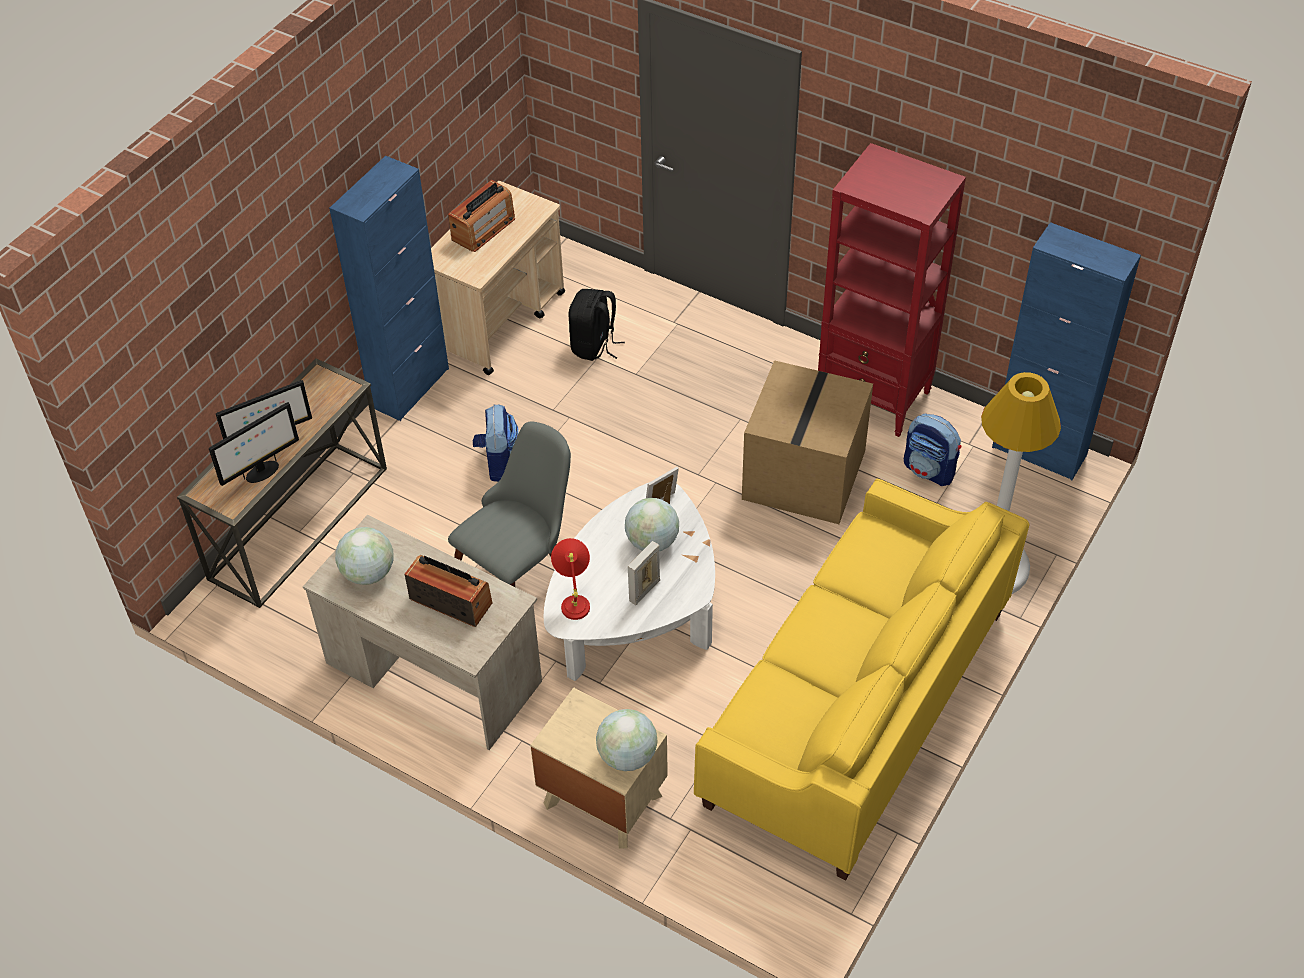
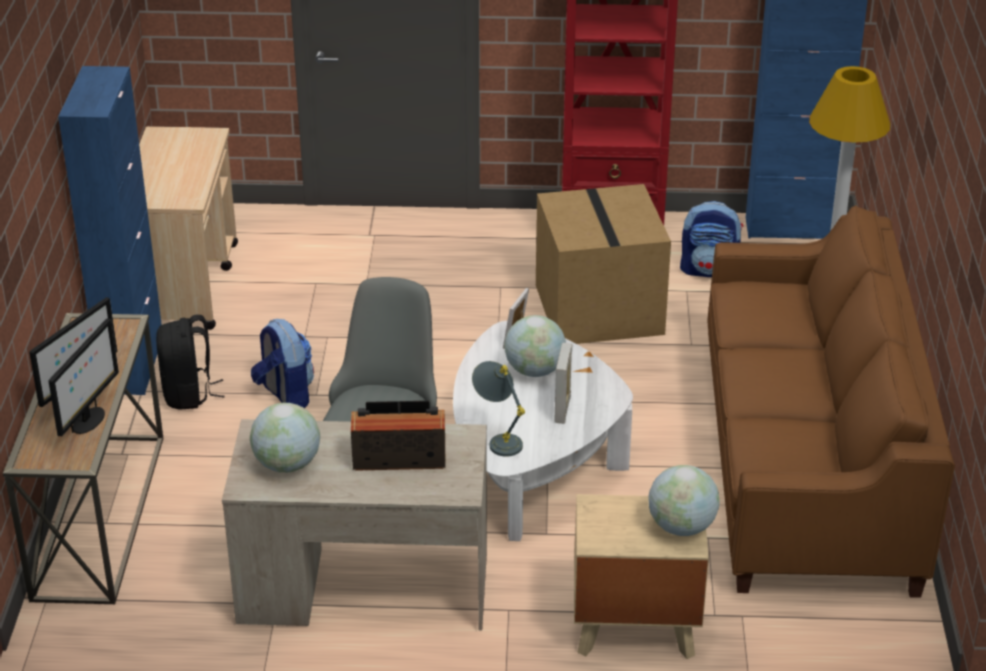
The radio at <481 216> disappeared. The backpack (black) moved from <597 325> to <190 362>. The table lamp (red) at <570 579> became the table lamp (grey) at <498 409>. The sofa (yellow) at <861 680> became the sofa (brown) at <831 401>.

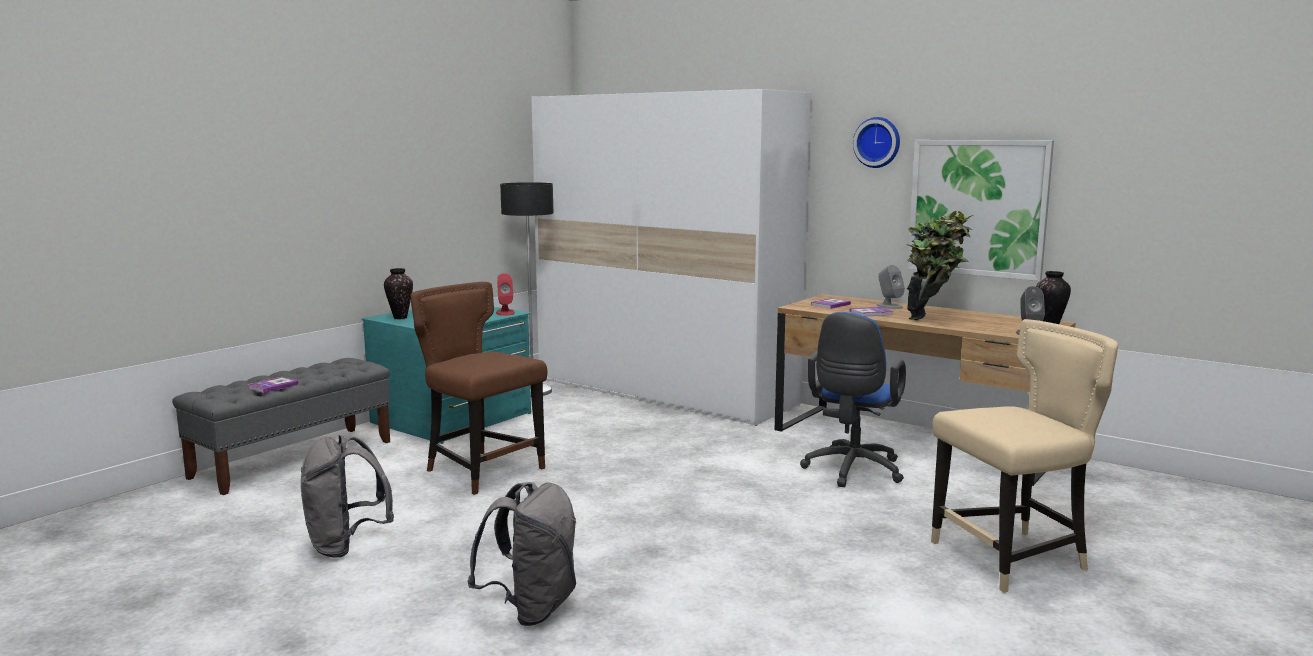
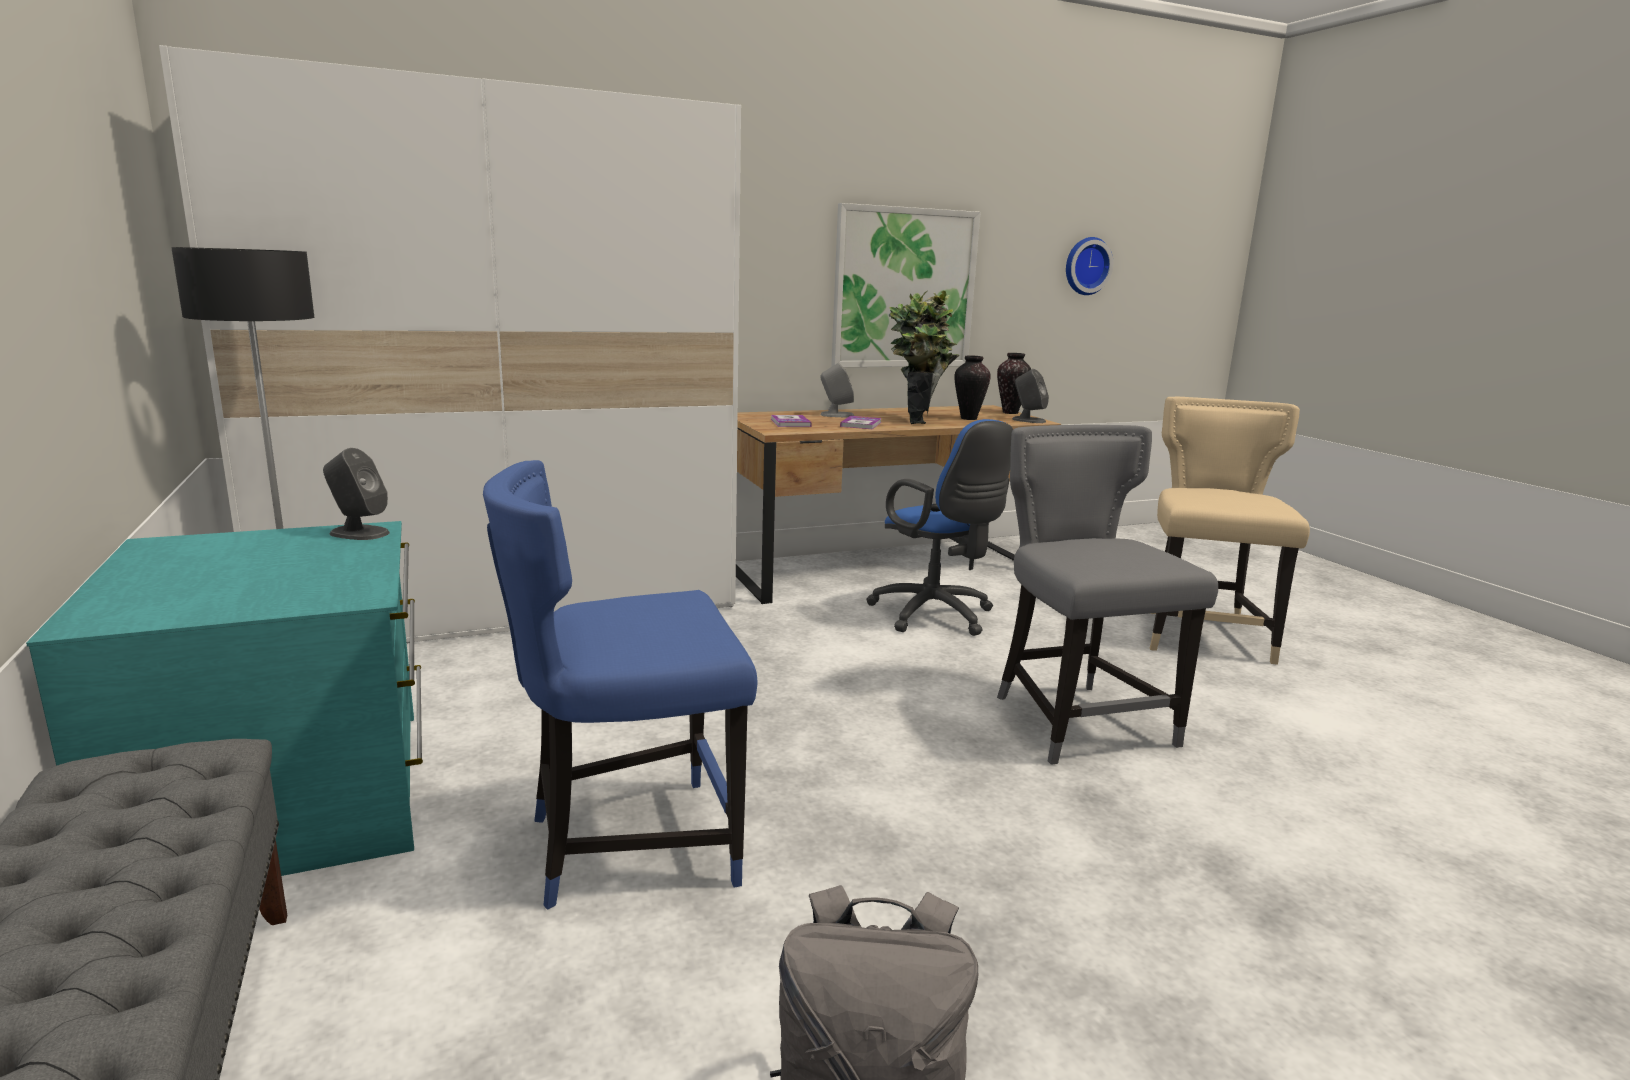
The book at <272 385> disappeared. The backpack (grey) at <521 554> disappeared. The chair (grey) at <1107 595> appeared. The vase moved from <398 293> to <972 388>. The wall clock moved from <876 142> to <1089 266>. The chair (brown) at <479 388> became the chair (blue) at <620 685>. The speaker (red) at <505 294> became the speaker (grey) at <356 494>.

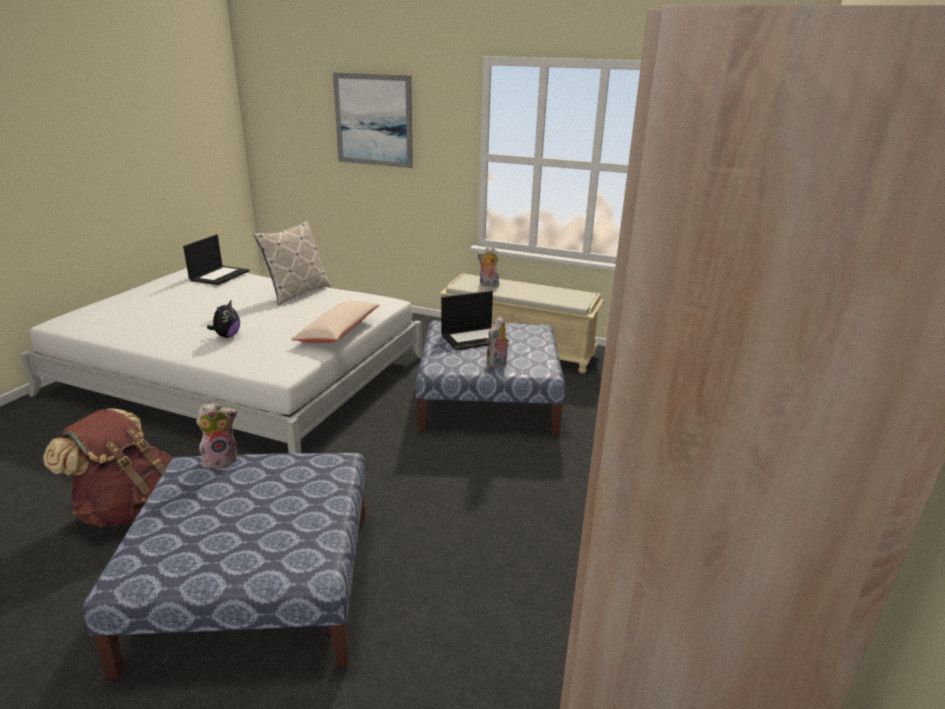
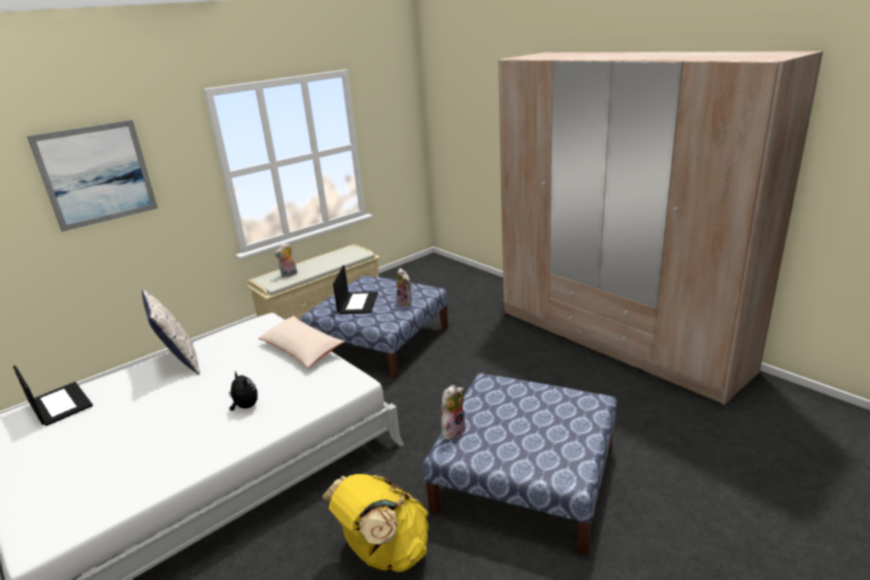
The backpack (brown) at <107 467> became the backpack (yellow) at <375 523>. The plush toy at <216 435> turned 45 degrees clockwise.

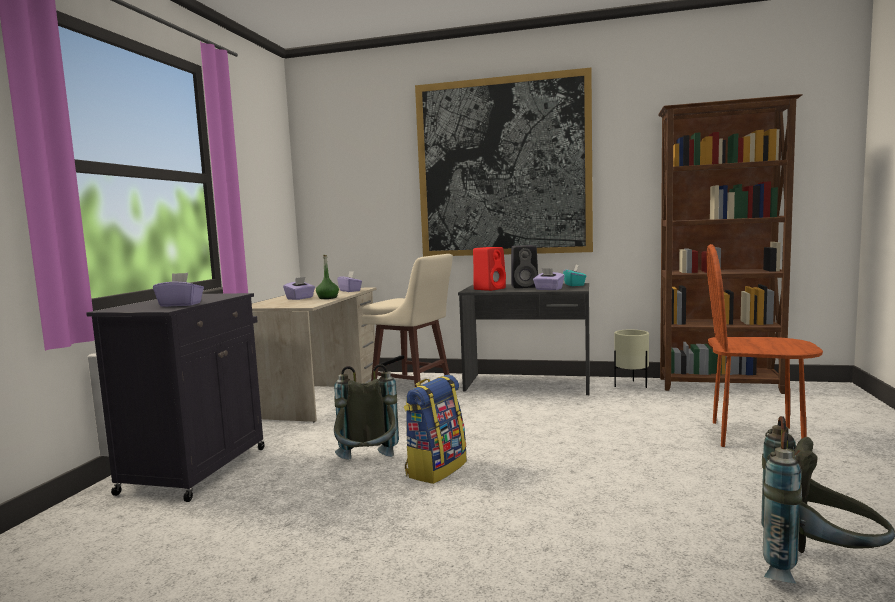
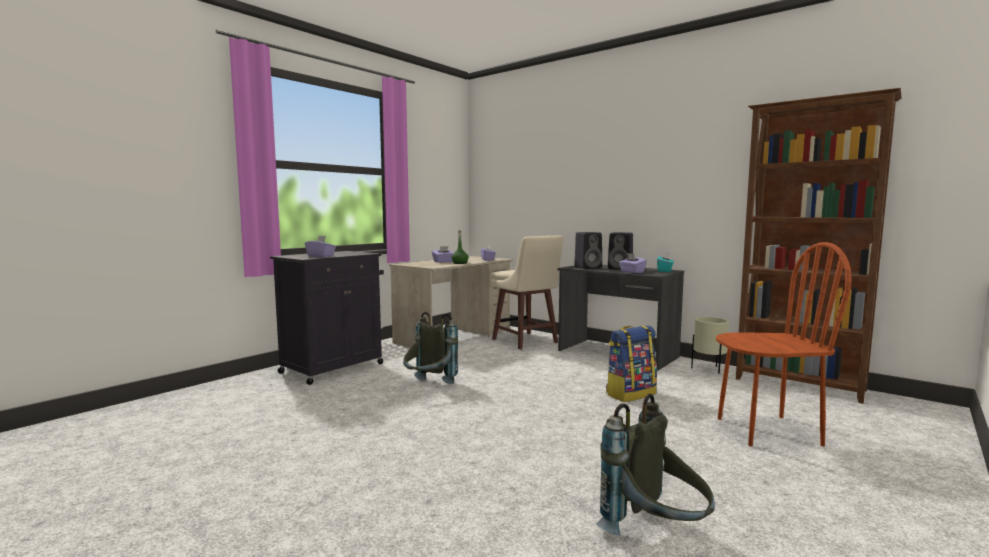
The picture at <504 162> disappeared. The backpack moved from <435 429> to <631 363>. The speaker (red) at <489 269> became the speaker (black) at <588 250>. The chair (brown) at <764 345> turned 135 degrees clockwise.

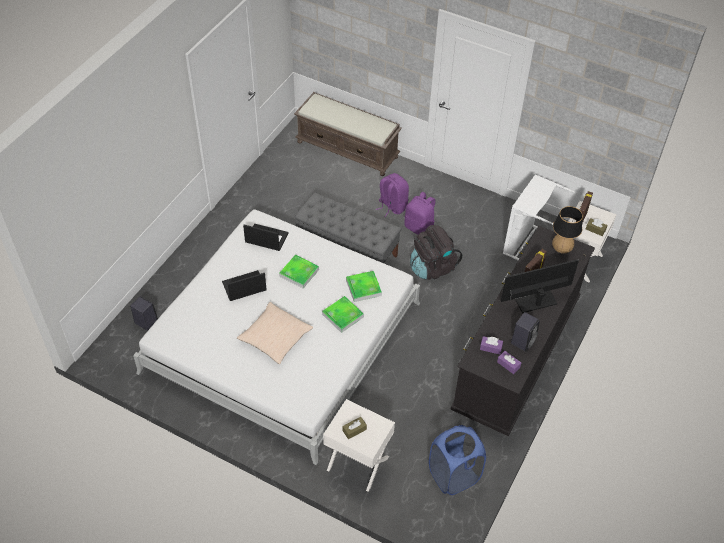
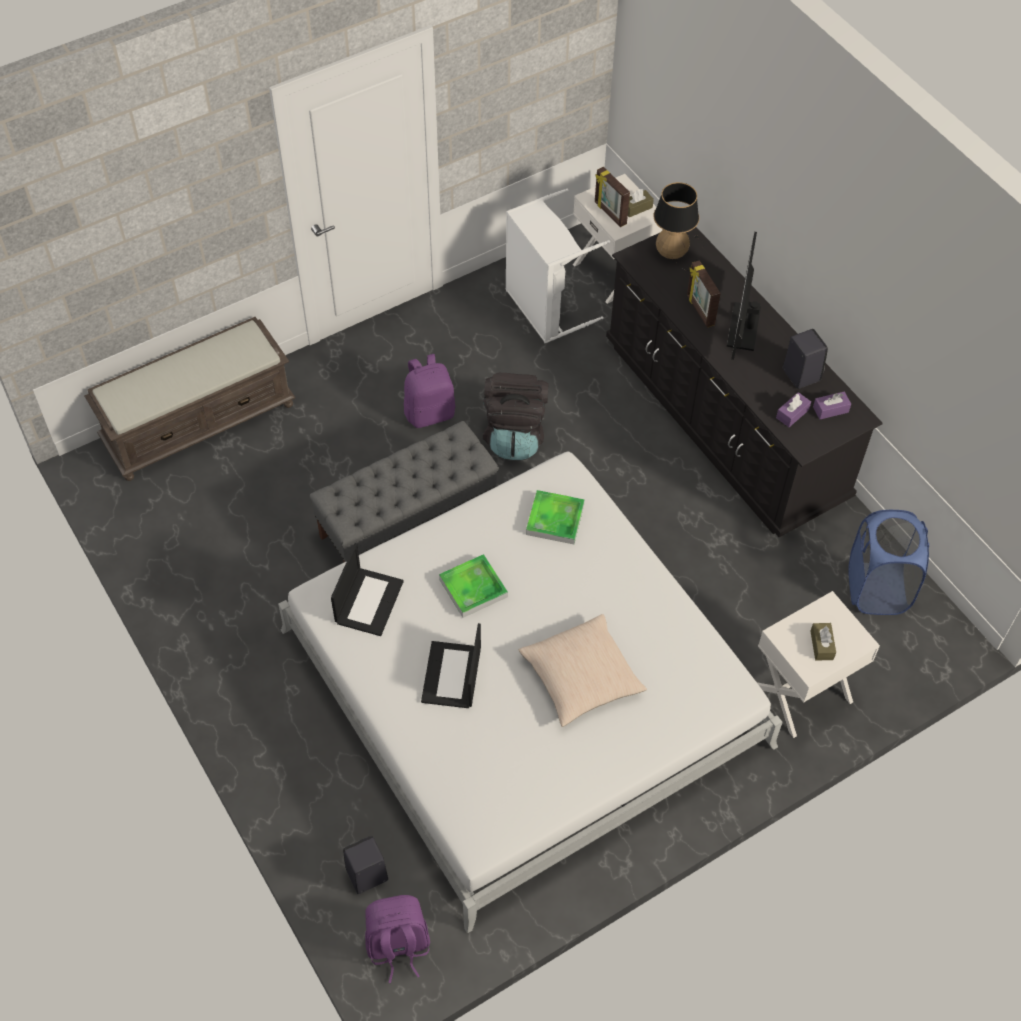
The tray at <343 314> disappeared. The backpack (purple) moved from <392 195> to <397 939>. The laptop at <266 237> turned 150 degrees clockwise.

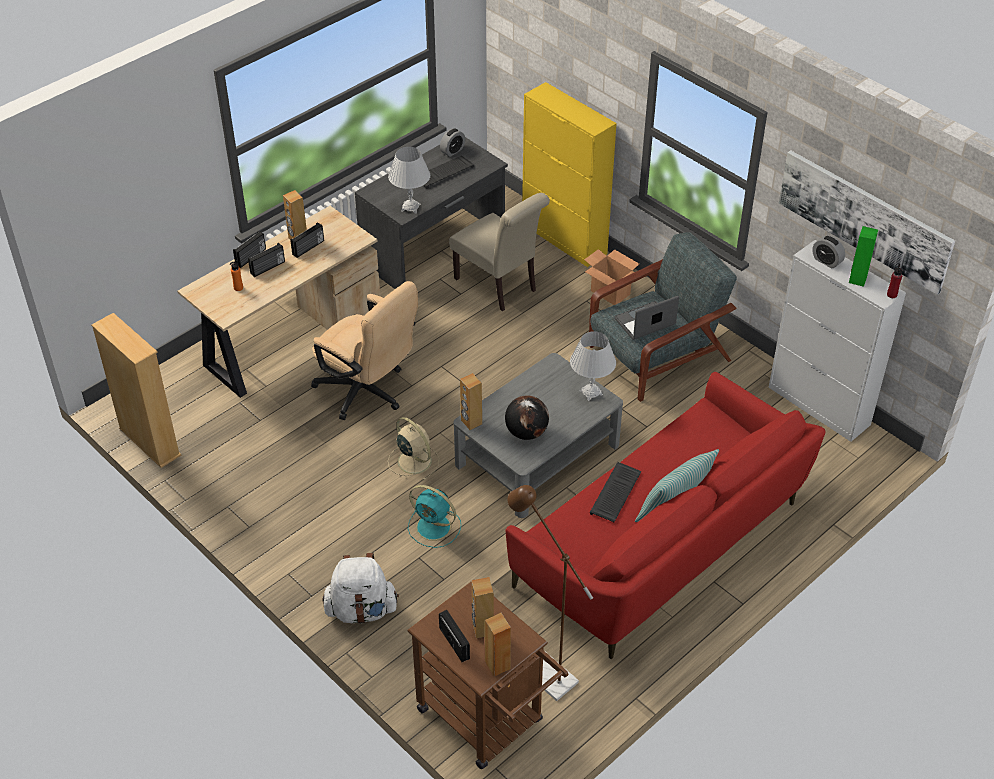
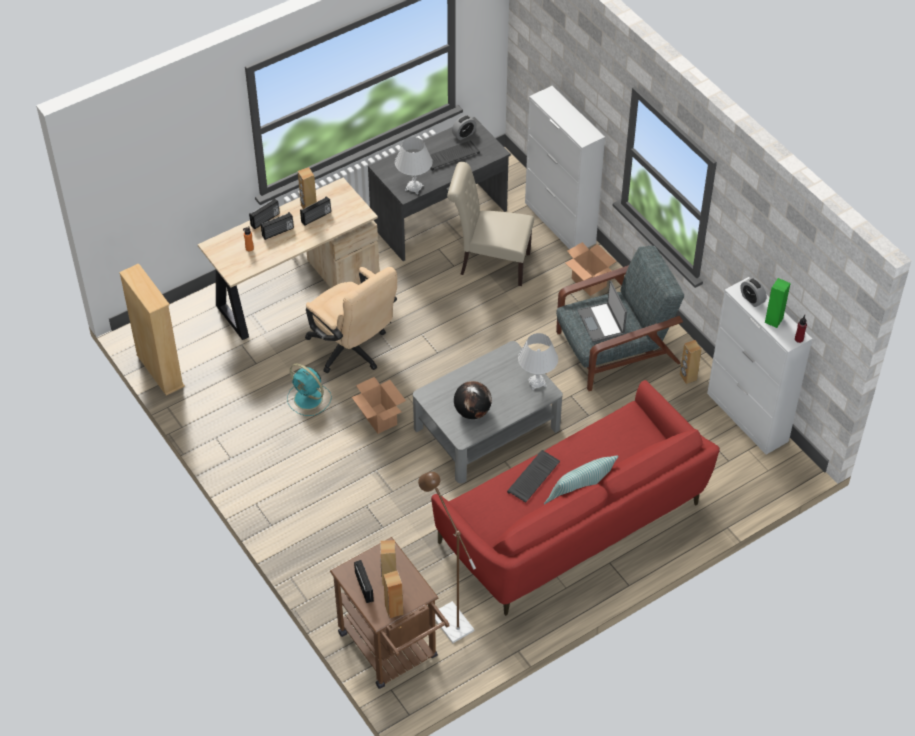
The backpack (white) at <360 588> disappeared. The picture at <867 222> disappeared. The fan (turquoise) moved from <434 516> to <309 389>. The speaker (brown) moved from <471 401> to <691 362>. The fan (beige) at <413 449> was replaced by the cardboard box at <379 405>. The cabinet (yellow) at <569 174> became the cabinet (white) at <565 167>. The chair (beige) at <499 252> turned 135 degrees clockwise. The laptop at <647 318> turned 90 degrees counterclockwise.

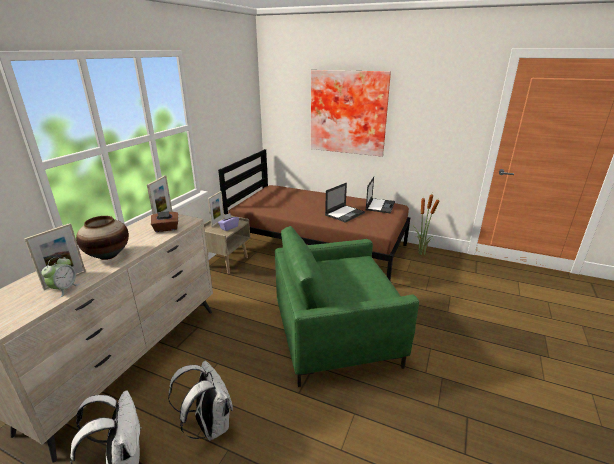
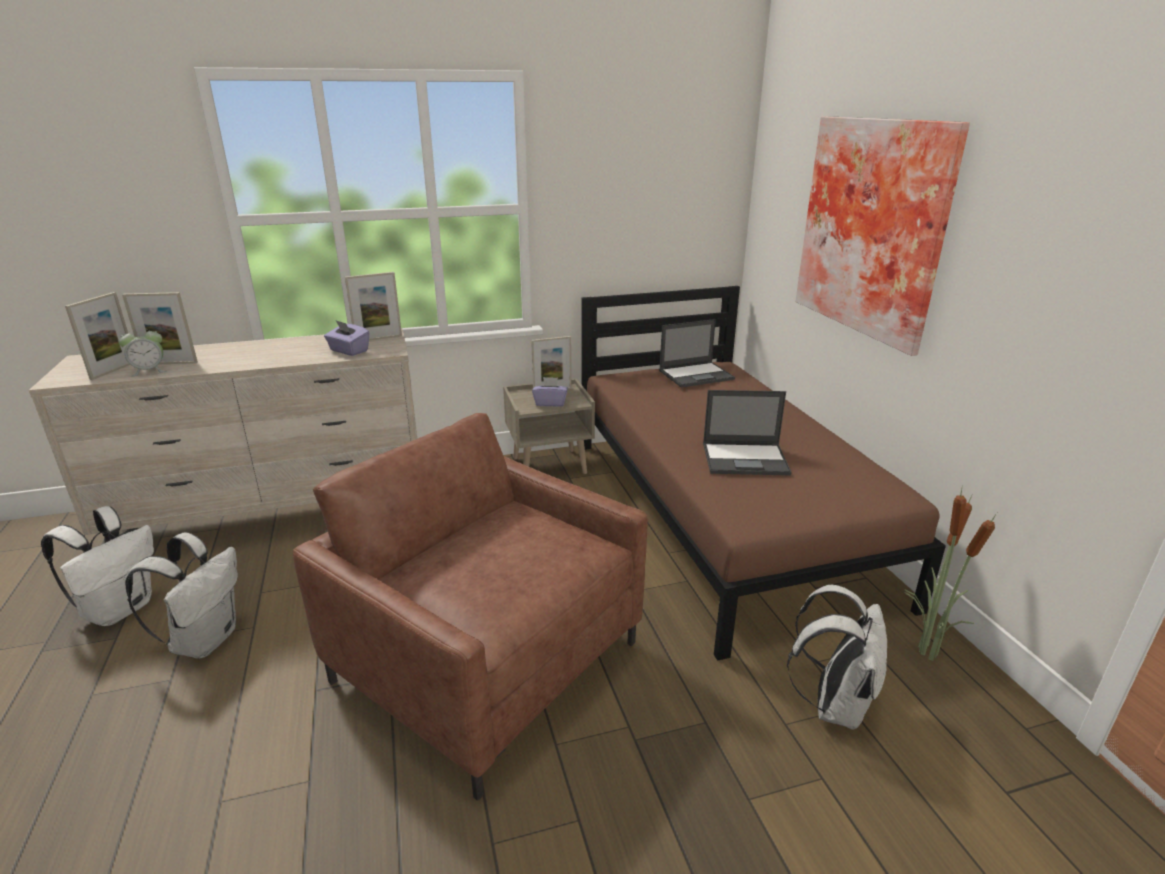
The vase at <102 238> disappeared. The picture frame at <97 336> appeared. The backpack (white) at <837 657> appeared. The laptop moved from <380 195> to <697 353>. The tissue box (brown) at <164 221> became the tissue box (purple) at <346 338>. The armchair (green) at <347 306> became the armchair (brown) at <470 607>.

